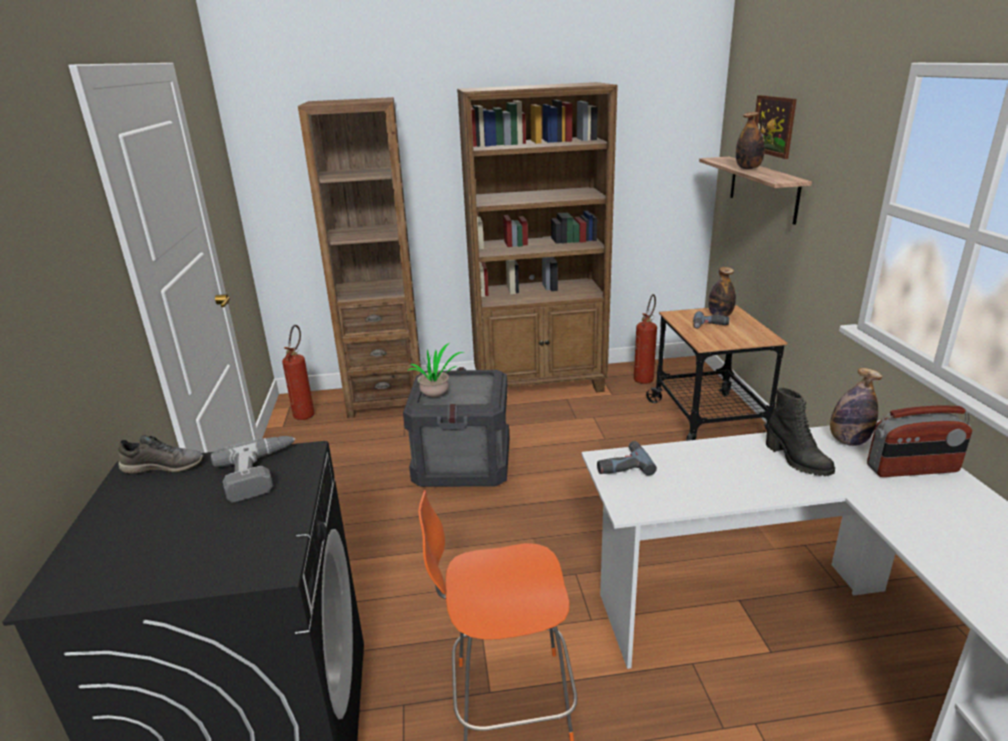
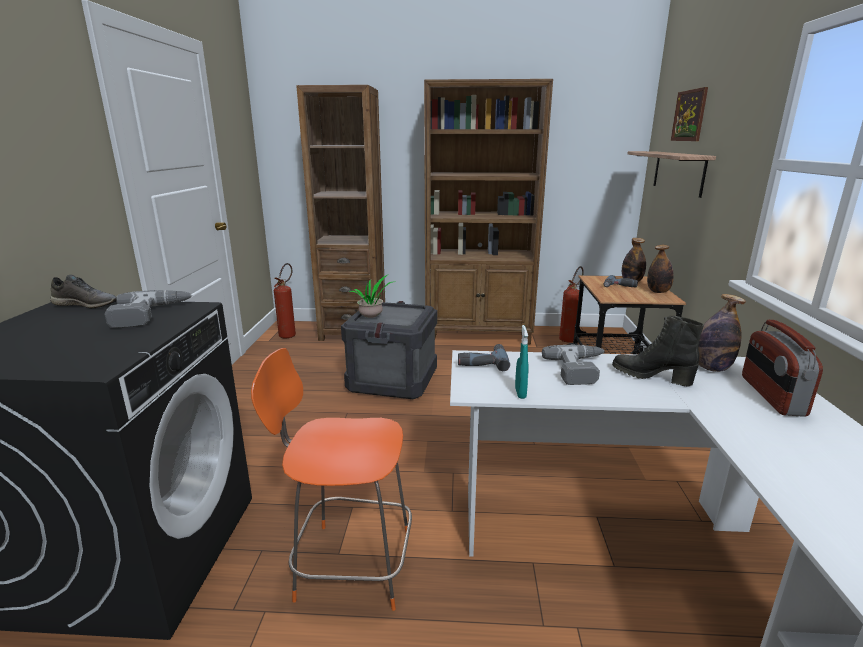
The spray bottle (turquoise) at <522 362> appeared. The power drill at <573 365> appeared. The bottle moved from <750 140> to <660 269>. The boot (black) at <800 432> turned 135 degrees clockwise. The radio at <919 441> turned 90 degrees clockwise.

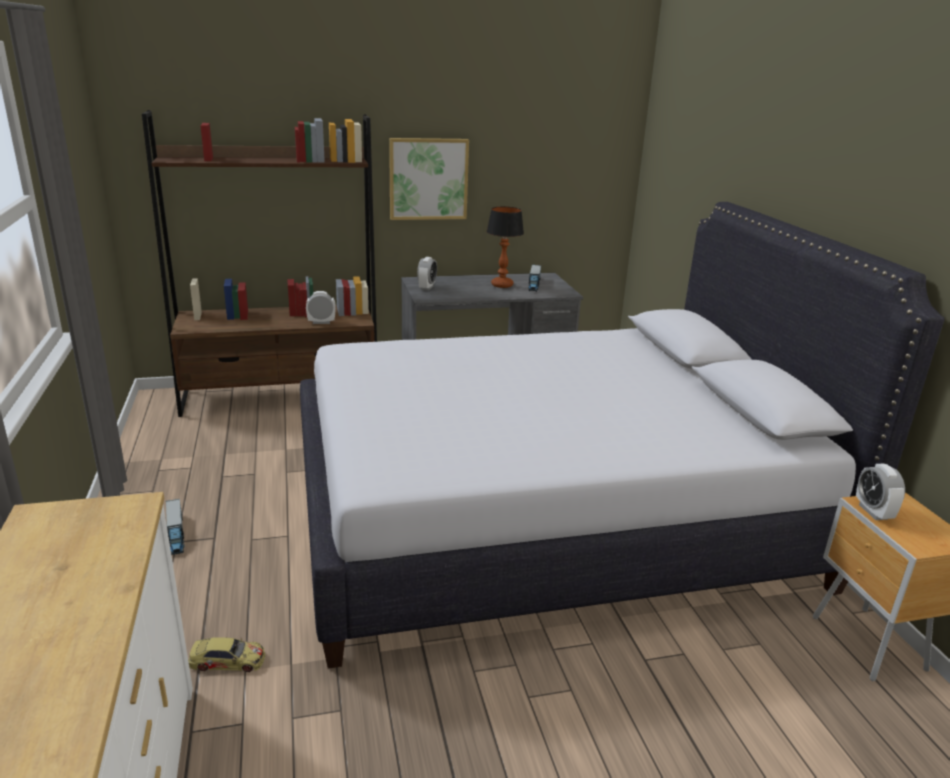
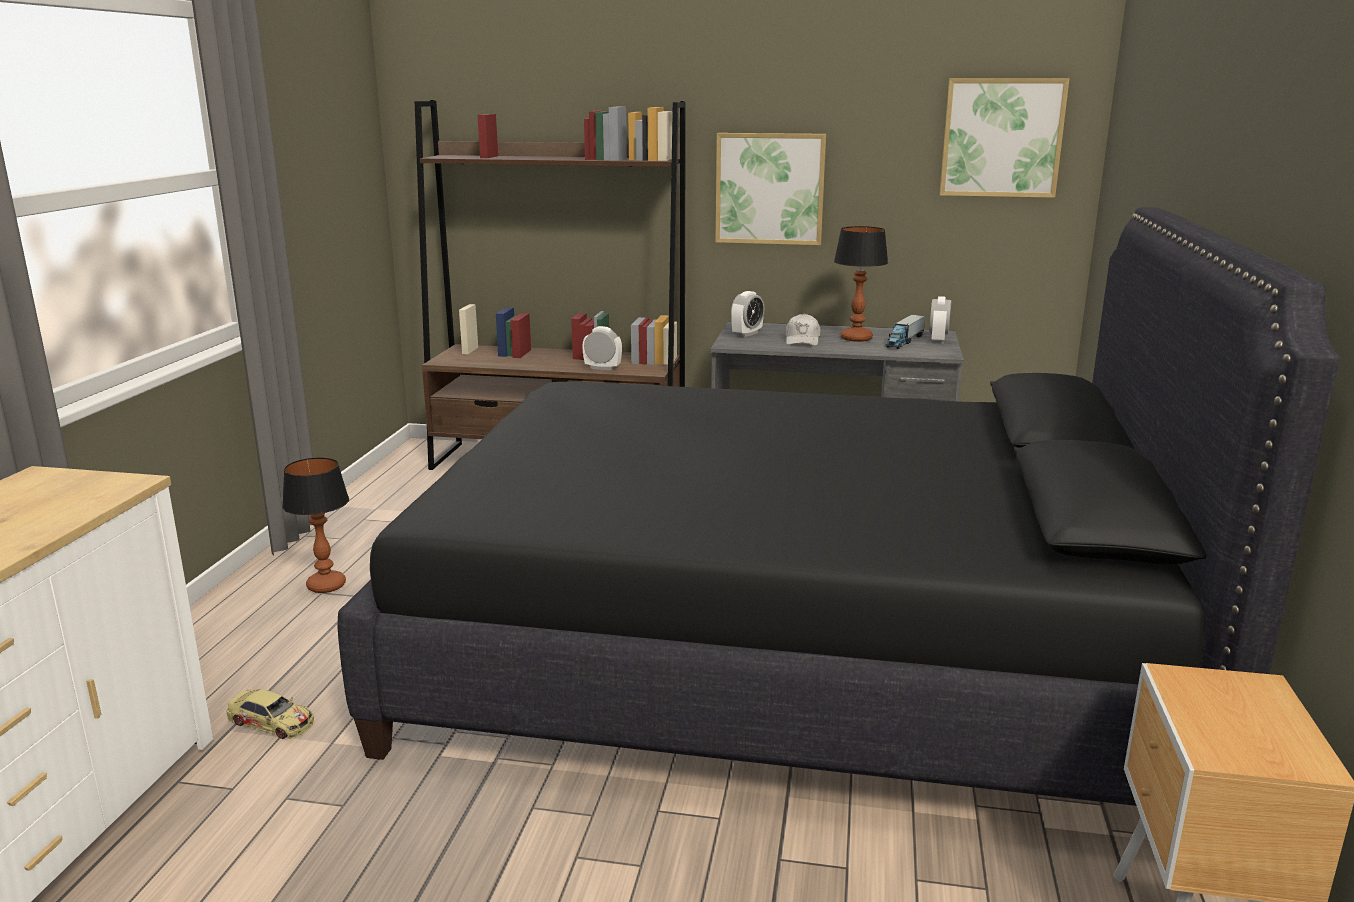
The cap (white) at <802 330> appeared. The picture at <1004 138> appeared. The alarm clock moved from <880 492> to <940 320>. The toy truck at <175 527> was replaced by the table lamp at <315 525>. The bed (white) at <622 435> became the bed (black) at <839 506>.

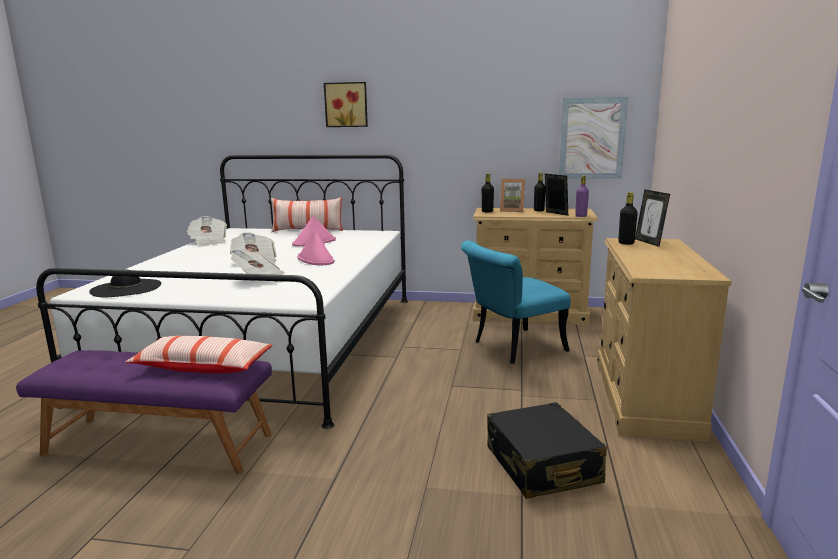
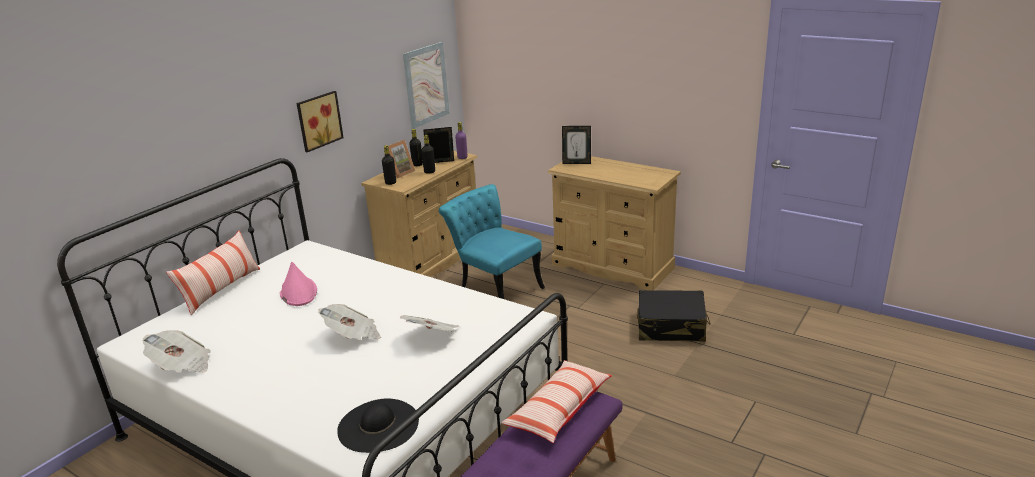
The hat (pink) at <316 247> disappeared. The picture moved from <346 104> to <320 121>. The bottle (black) moved from <628 218> to <428 154>. The chair (turquoise) at <515 302> turned 135 degrees clockwise.

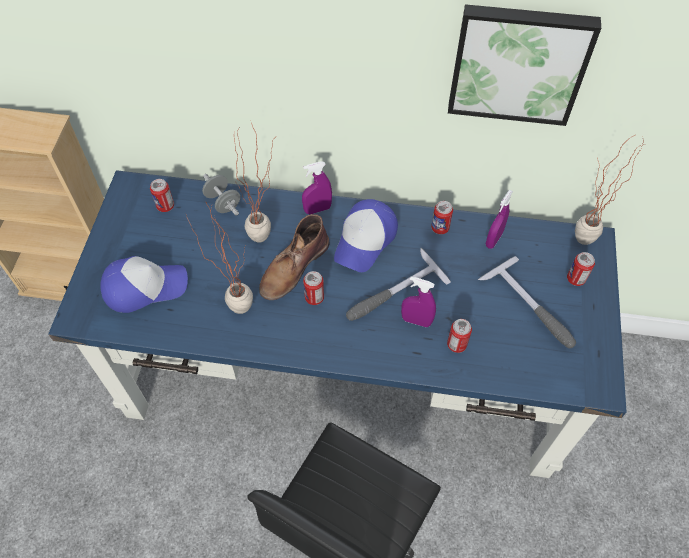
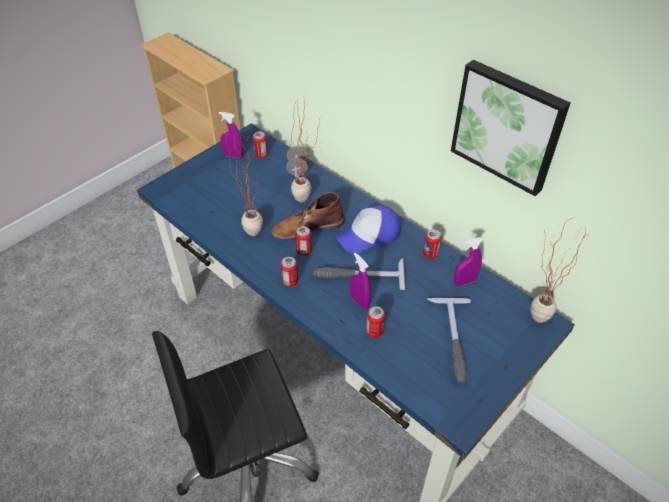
The cap at <144 284> disappeared. The spray bottle (purple) moved from <317 187> to <231 135>. The can moved from <581 269> to <289 272>.

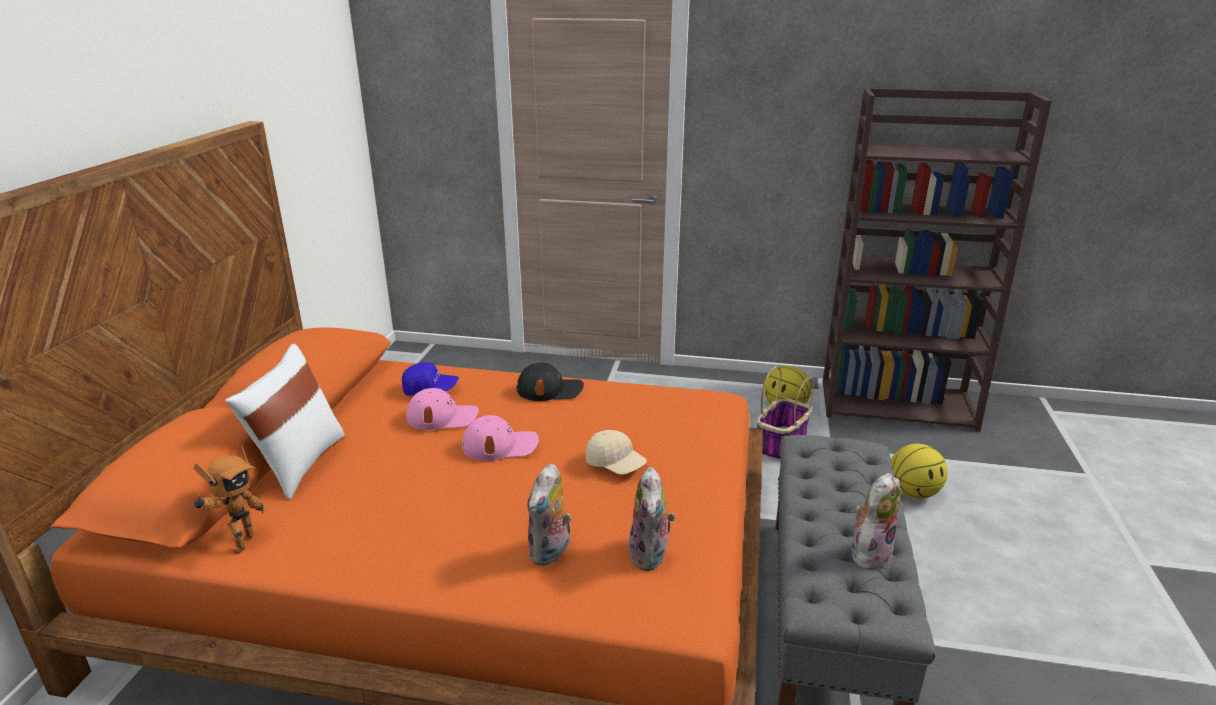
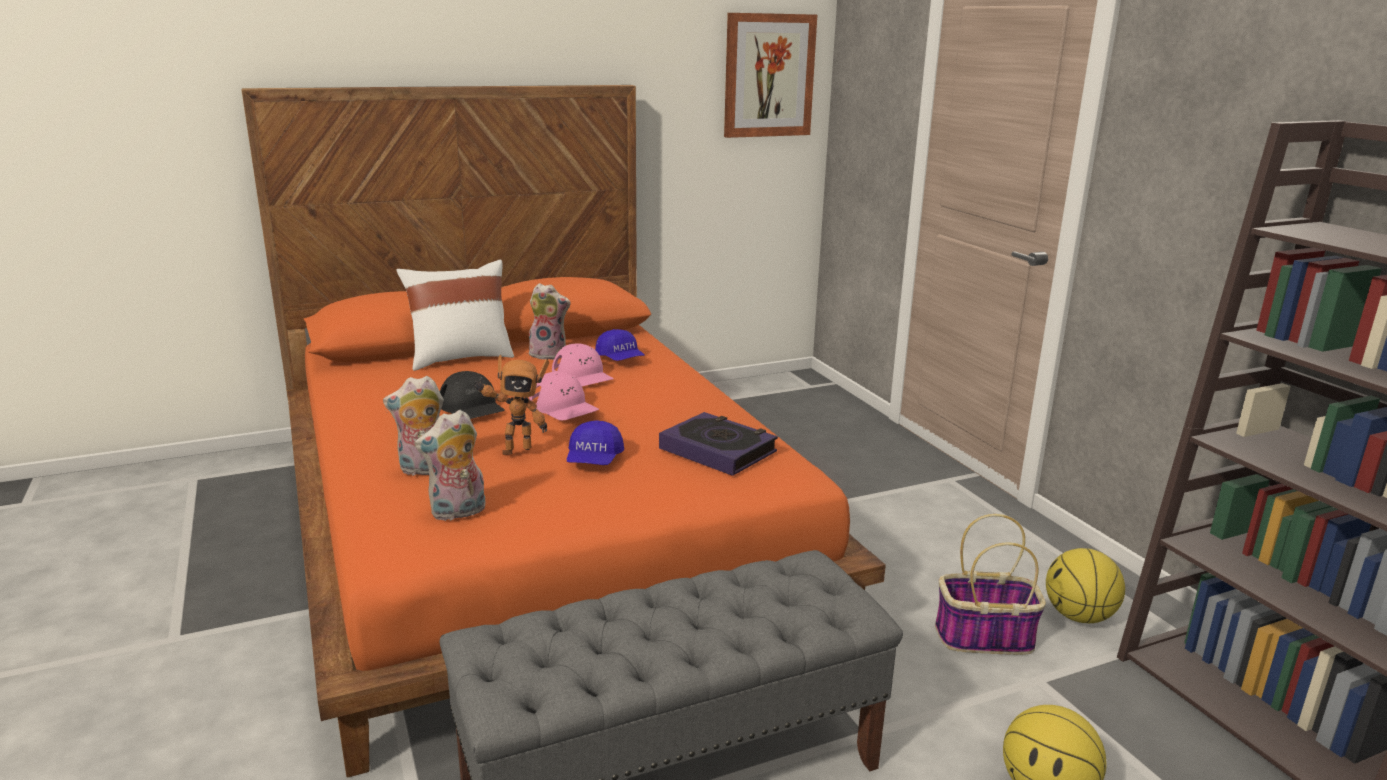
The book at <718 444> appeared. The picture at <770 75> appeared. The toy robot moved from <228 499> to <511 405>. The cap (black) moved from <550 381> to <472 395>. The plush toy moved from <876 521> to <550 321>. The cap (beige) at <616 452> became the cap (blue) at <595 442>.

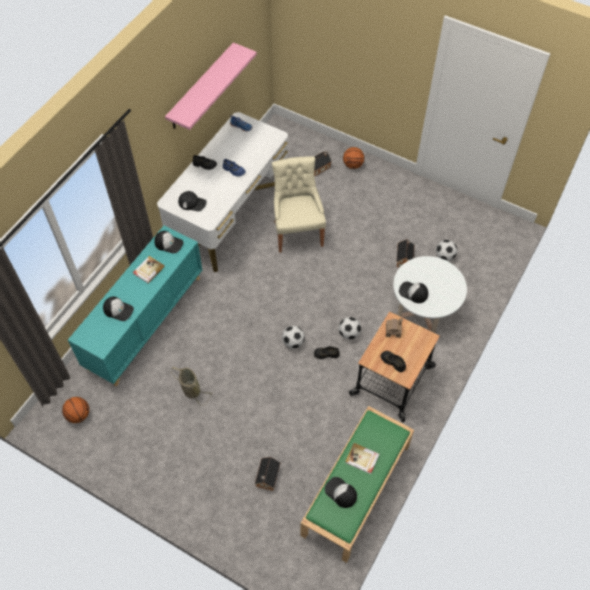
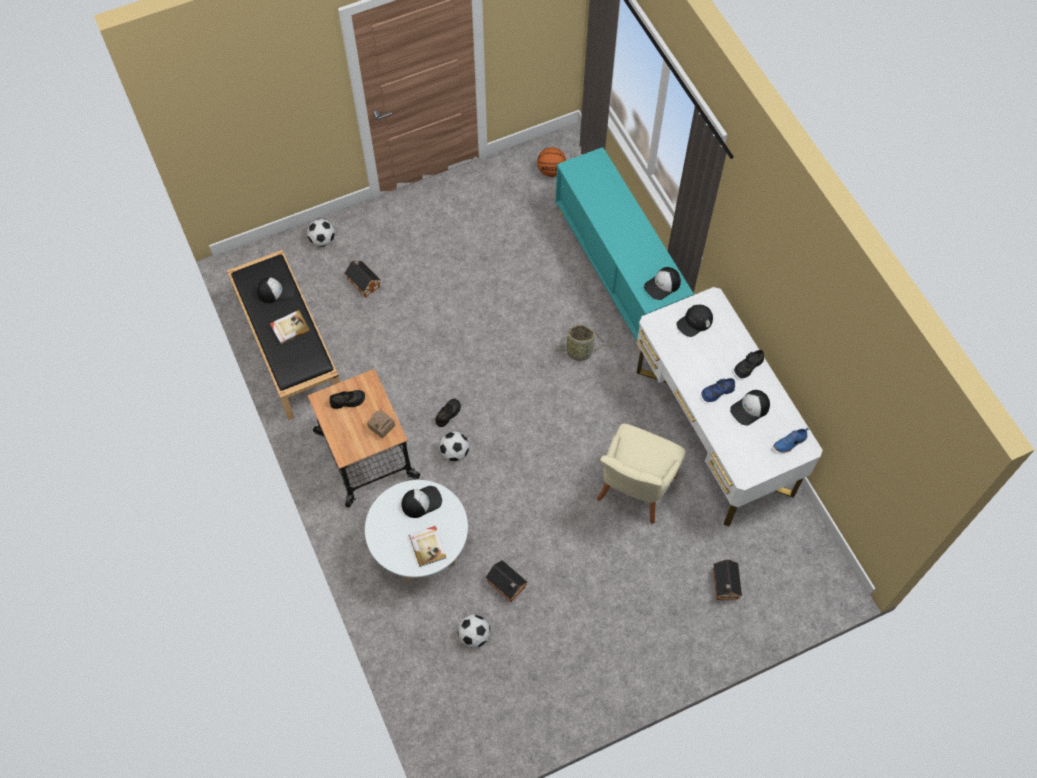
The shelf (pink) at <211 86> disappeared. The basketball at <353 158> disappeared. The cap moved from <118 309> to <750 408>. The book moved from <149 270> to <427 546>. The basket moved from <192 386> to <585 344>. The football moved from <293 337> to <321 233>. The bench (green) at <357 484> became the bench (black) at <283 335>. The chair (beige) at <299 204> turned 90 degrees clockwise.

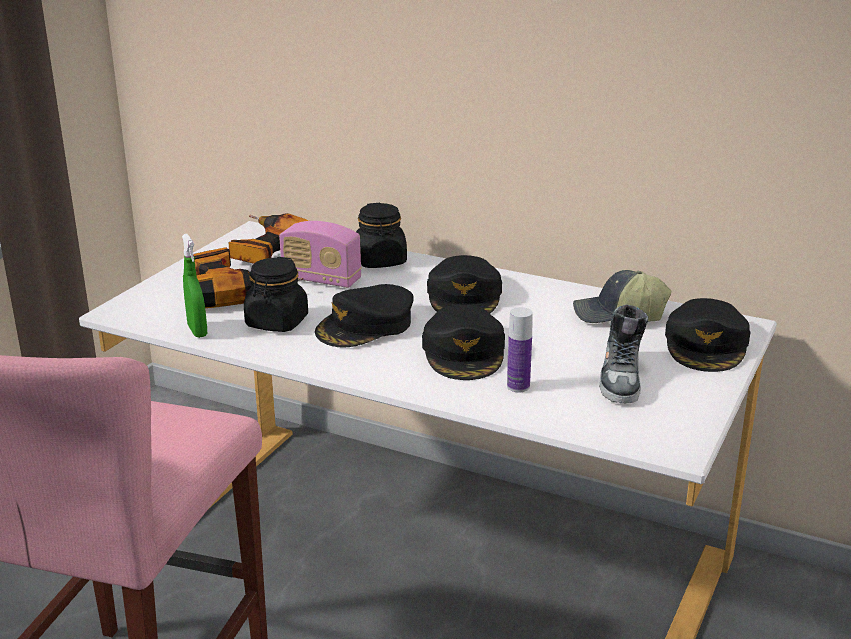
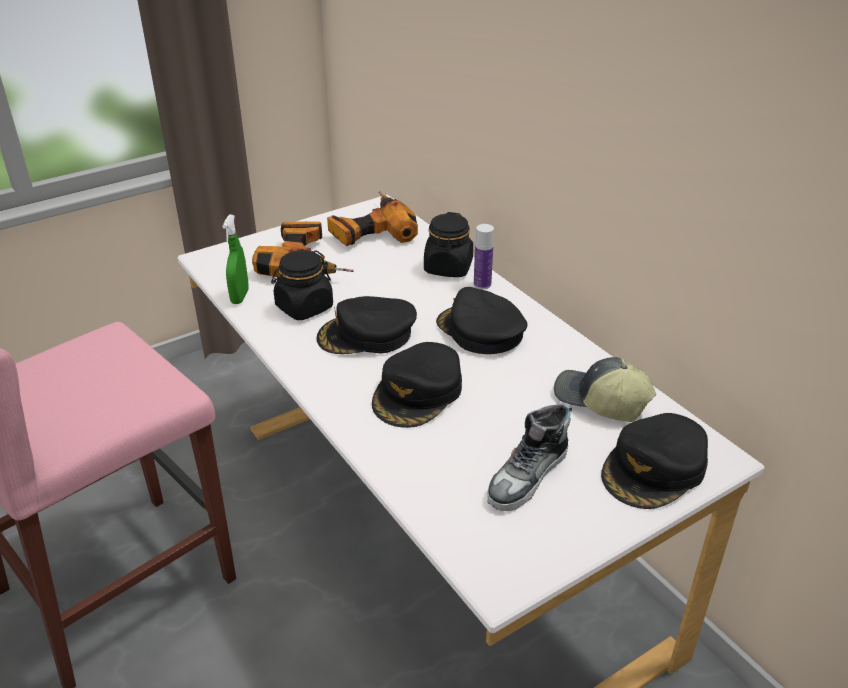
The radio at <320 254> disappeared. The bottle moved from <520 349> to <484 256>. The cap (black) at <464 284> turned 105 degrees clockwise.

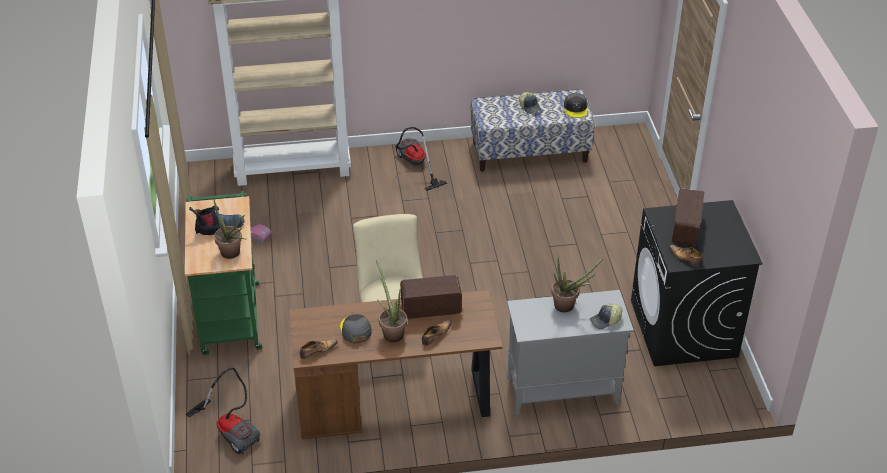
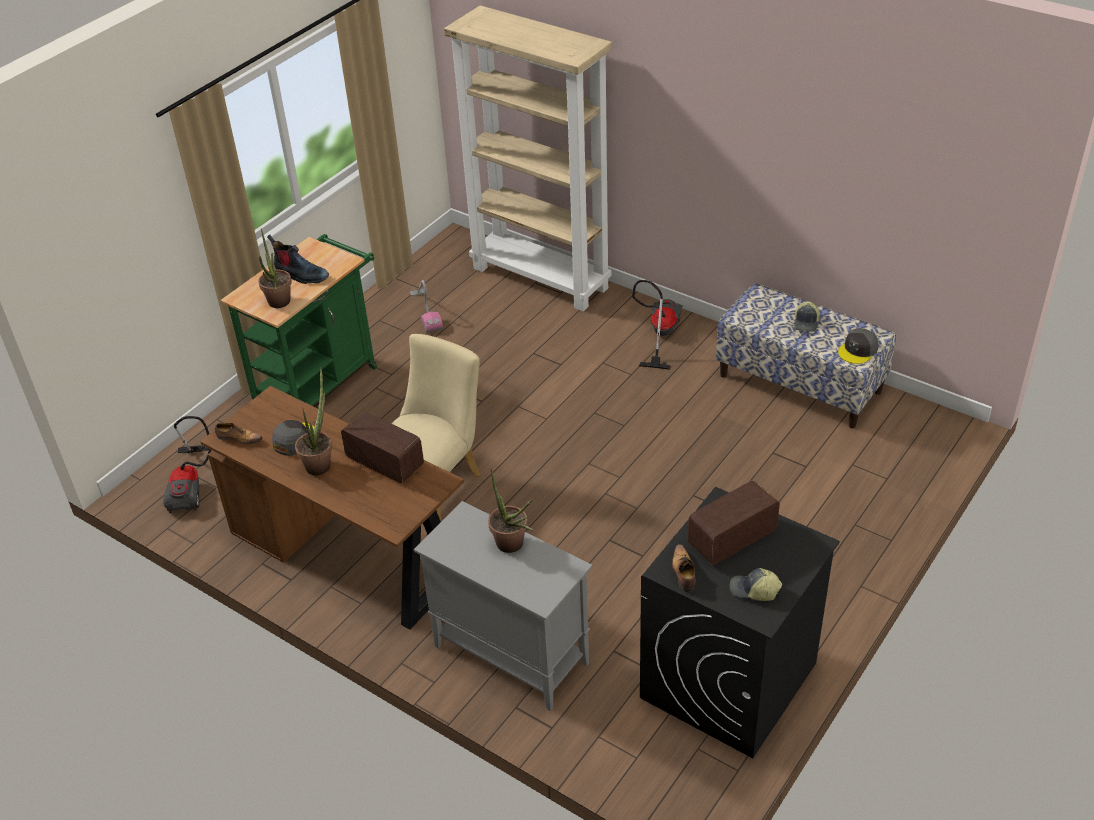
The shoe at <437 333> disappeared. The cap moved from <606 316> to <756 584>.

